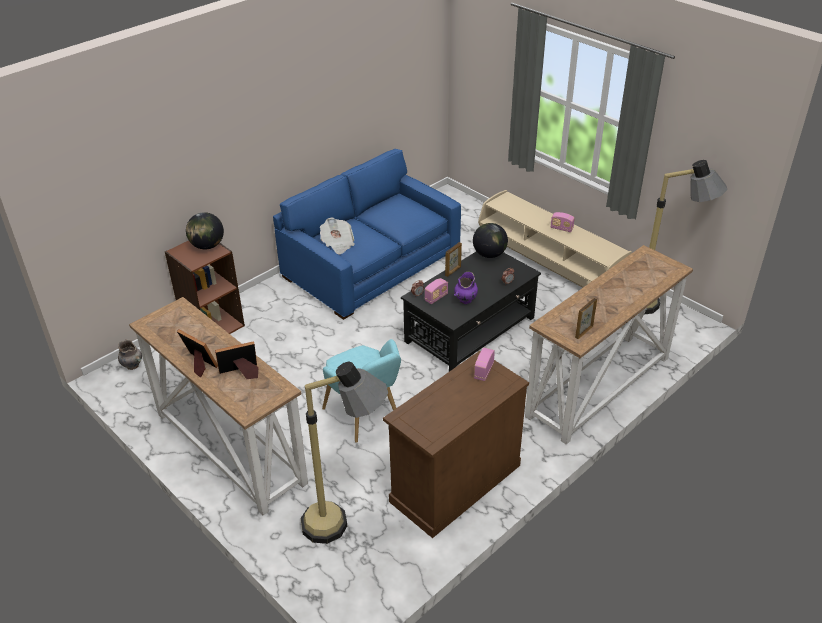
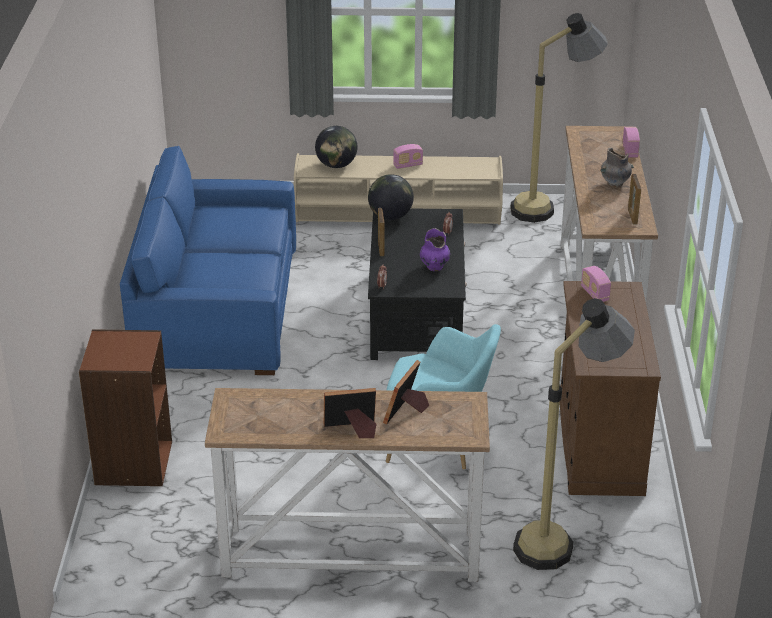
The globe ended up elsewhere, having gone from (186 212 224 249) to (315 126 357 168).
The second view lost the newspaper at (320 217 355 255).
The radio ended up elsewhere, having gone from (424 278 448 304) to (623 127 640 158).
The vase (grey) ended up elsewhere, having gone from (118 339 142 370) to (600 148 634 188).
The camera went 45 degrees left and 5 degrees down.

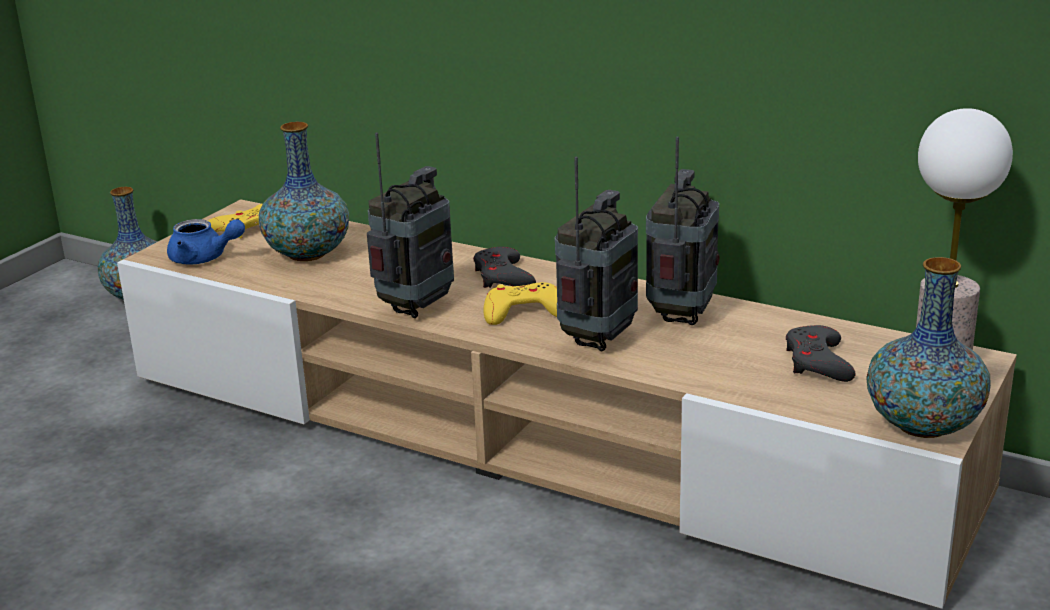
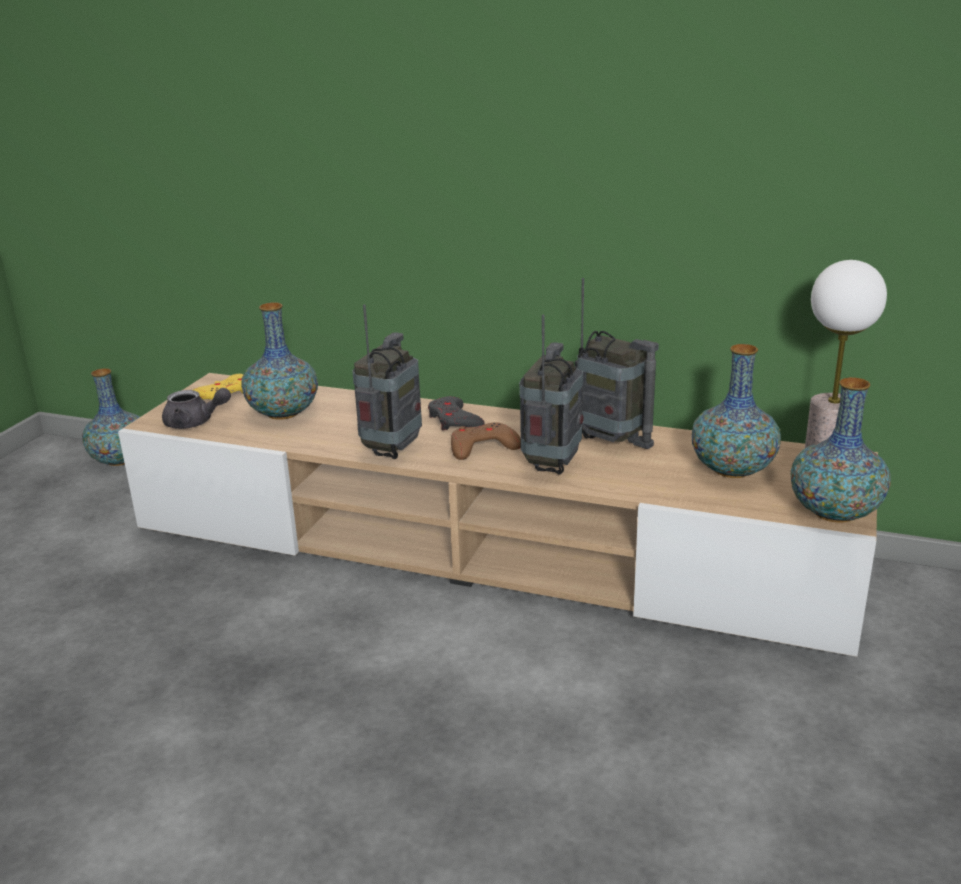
The radio at (646 136 719 325) ended up facing another way, 120 degrees clockwise from before.
What was the teapot (blue) at (167 219 245 265) turned into the teapot (grey) at (162 388 231 429).
What was the game controller (yellow) at (483 282 557 325) turned into the game controller (brown) at (451 422 521 460).
Where the game controller (grey) stood at (786 325 855 382), the vase came to stand at (691 344 781 478).
The camera went 10 degrees left and 0 degrees up.

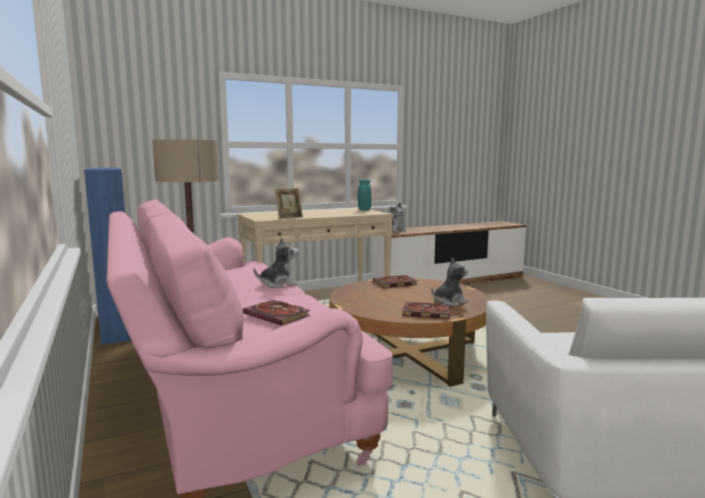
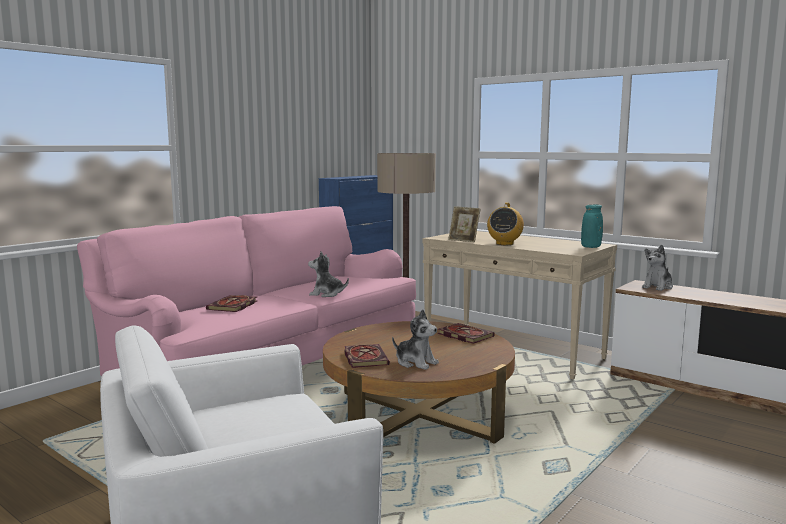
The plush toy at (254 237 299 288) ended up facing another way, 150 degrees clockwise from before.
The second view gained the radio at (487 203 524 245).
The camera went 65 degrees right and 0 degrees up.

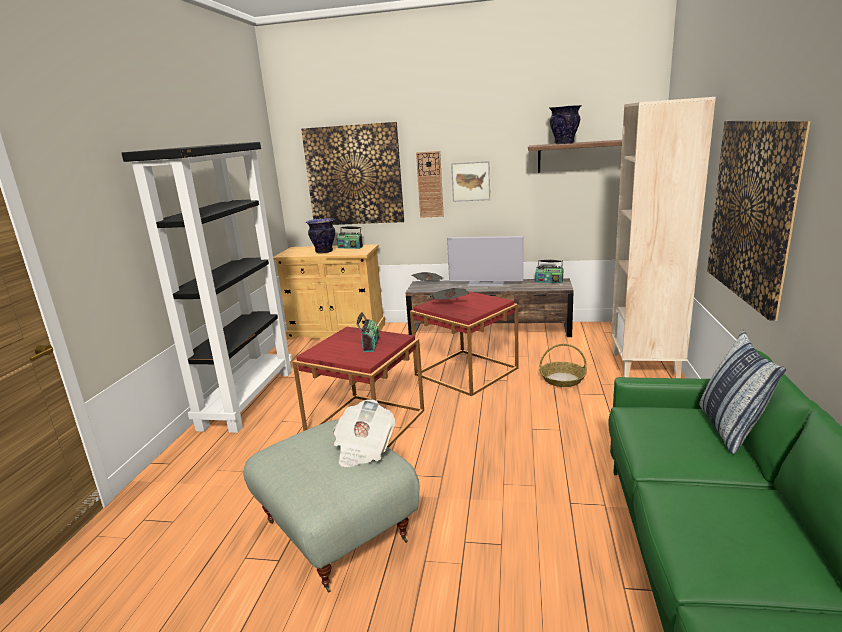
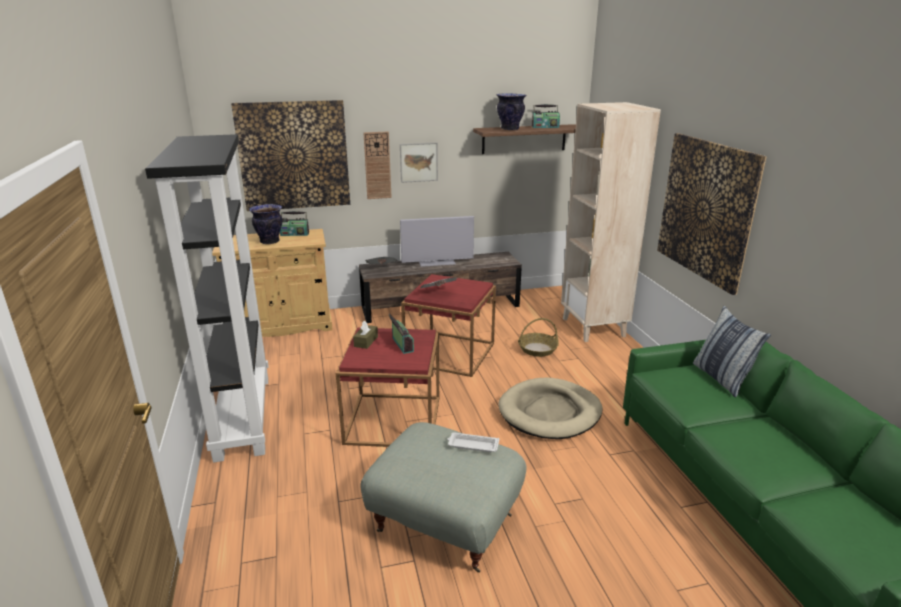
The radio ended up elsewhere, having gone from (536 260 563 283) to (532 104 560 128).
Where the newspaper stood at (334 399 395 467), the tray (white) came to stand at (447 432 499 452).
The second view gained the tissue box (brown) at (353 321 378 349).
The second view gained the dog bed (beige) at (498 378 603 439).
The camera went 25 degrees left and 5 degrees up.

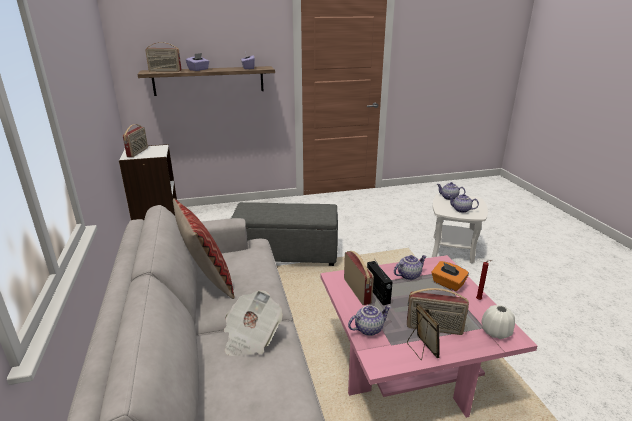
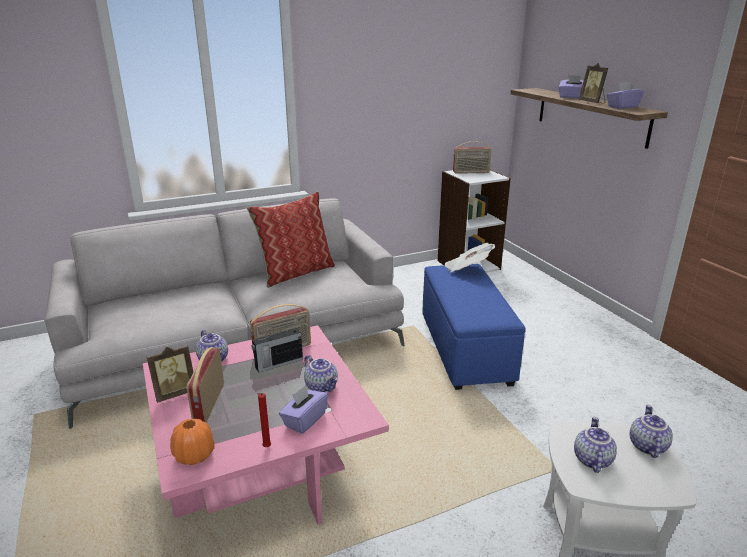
The second view lost the radio at (145 42 182 72).
What was the ottoman (grey) at (231 202 338 266) turned into the ottoman (blue) at (422 264 526 390).
What was the tissue box (orange) at (431 261 469 291) turned into the tissue box (purple) at (279 385 328 434).
The newspaper ended up elsewhere, having gone from (224 290 283 356) to (444 243 495 272).
What was the vase (white) at (482 305 515 339) turned into the vase (orange) at (170 419 215 465).
The second view gained the picture frame at (579 63 608 104).
The camera went 80 degrees right and 0 degrees up.

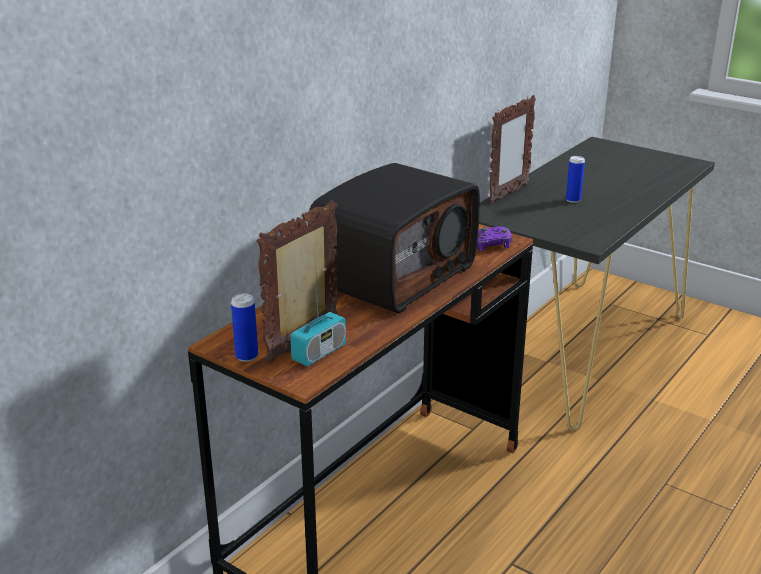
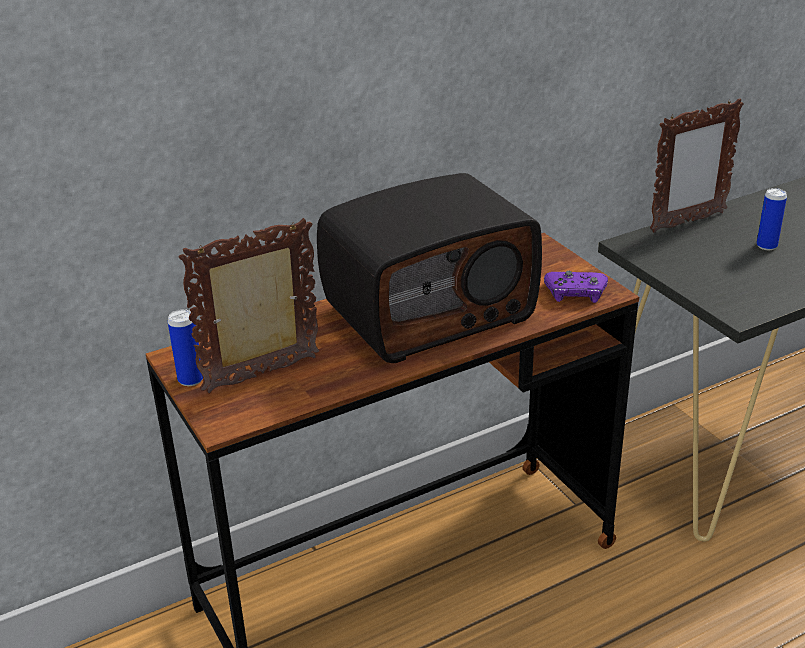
The second view lost the radio at (290 275 346 367).
The camera went 25 degrees right and 5 degrees up.

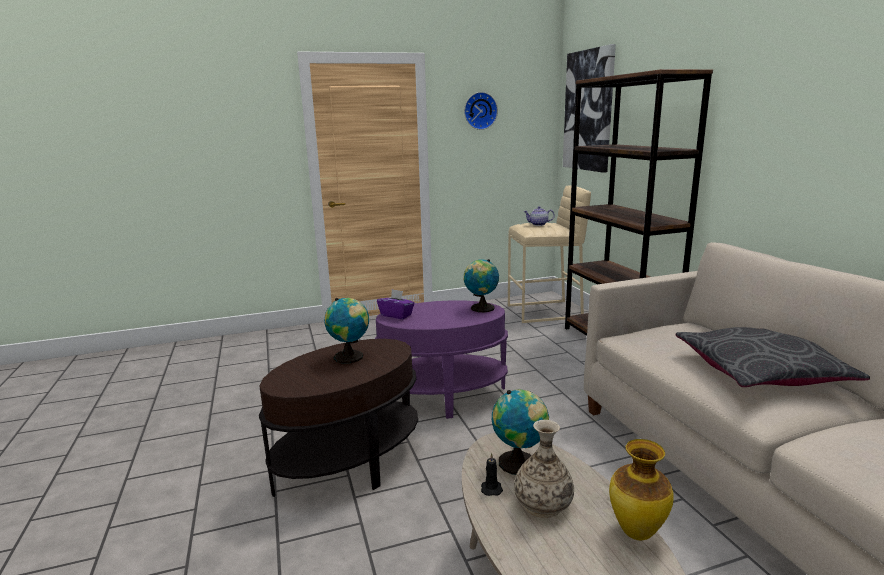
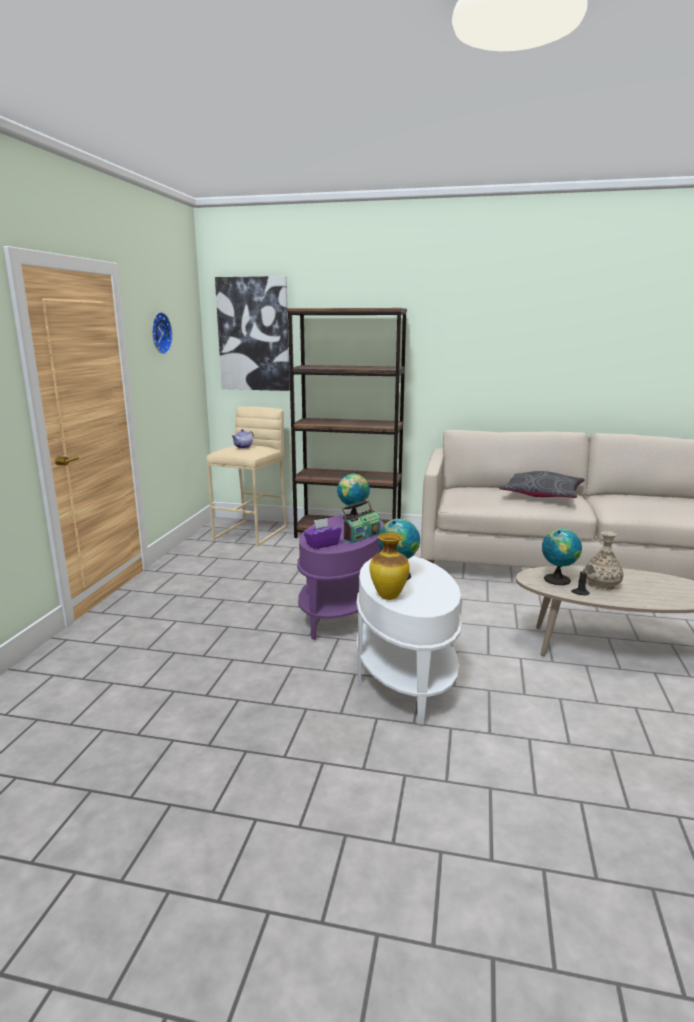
What was the side table (brown) at (259 339 418 497) turned into the side table (white) at (356 556 462 725).
The vase ended up elsewhere, having gone from (609 439 674 540) to (370 532 410 600).
The second view gained the radio at (342 500 381 543).
The camera went 60 degrees left and 0 degrees up.

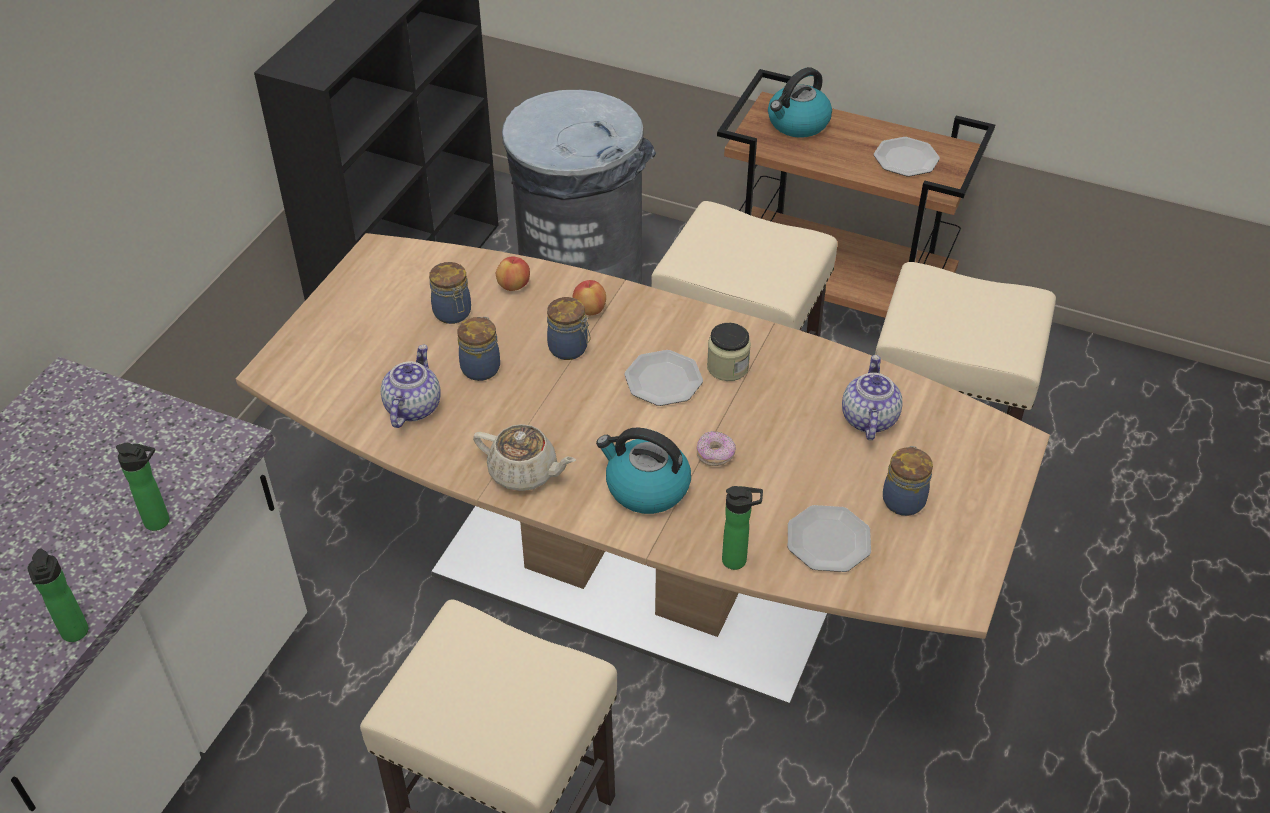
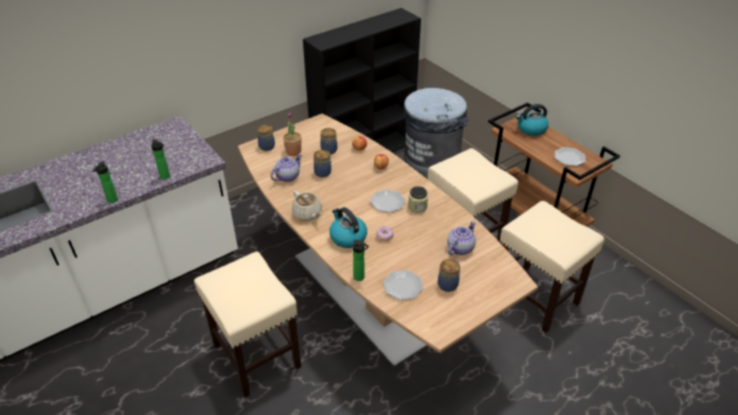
The jar ended up elsewhere, having gone from (547 297 591 360) to (257 125 275 151).
The second view gained the potted plant at (283 112 302 156).
The camera went 30 degrees right and 5 degrees down.

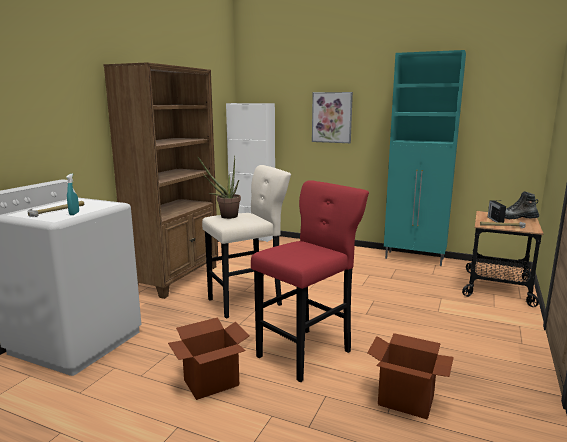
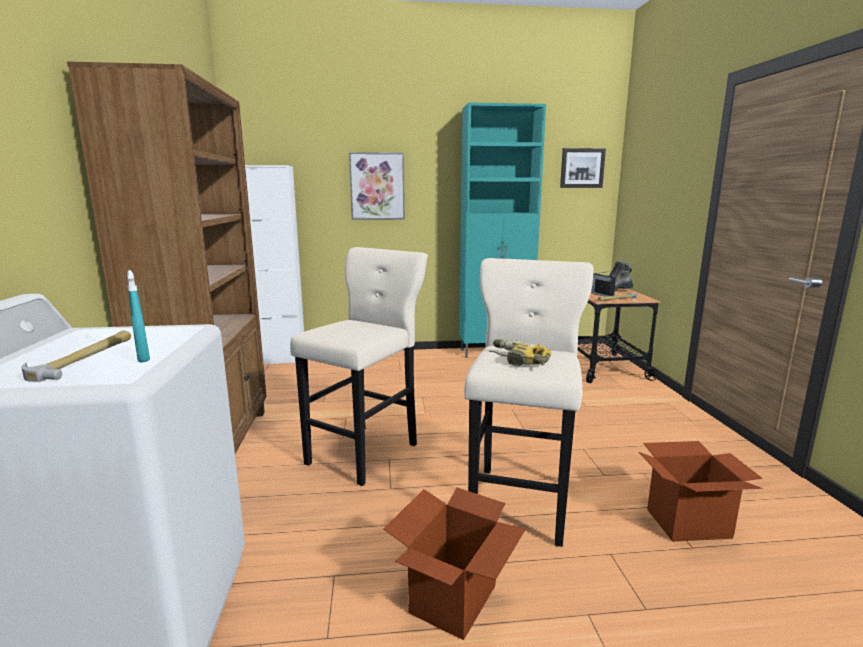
The second view lost the potted plant at (197 156 241 219).
What was the stool (red) at (251 180 369 382) turned into the stool (beige) at (464 258 593 547).
The second view gained the picture at (560 148 606 188).
The second view gained the power drill at (489 339 551 366).
The camera went 30 degrees left and 0 degrees up.

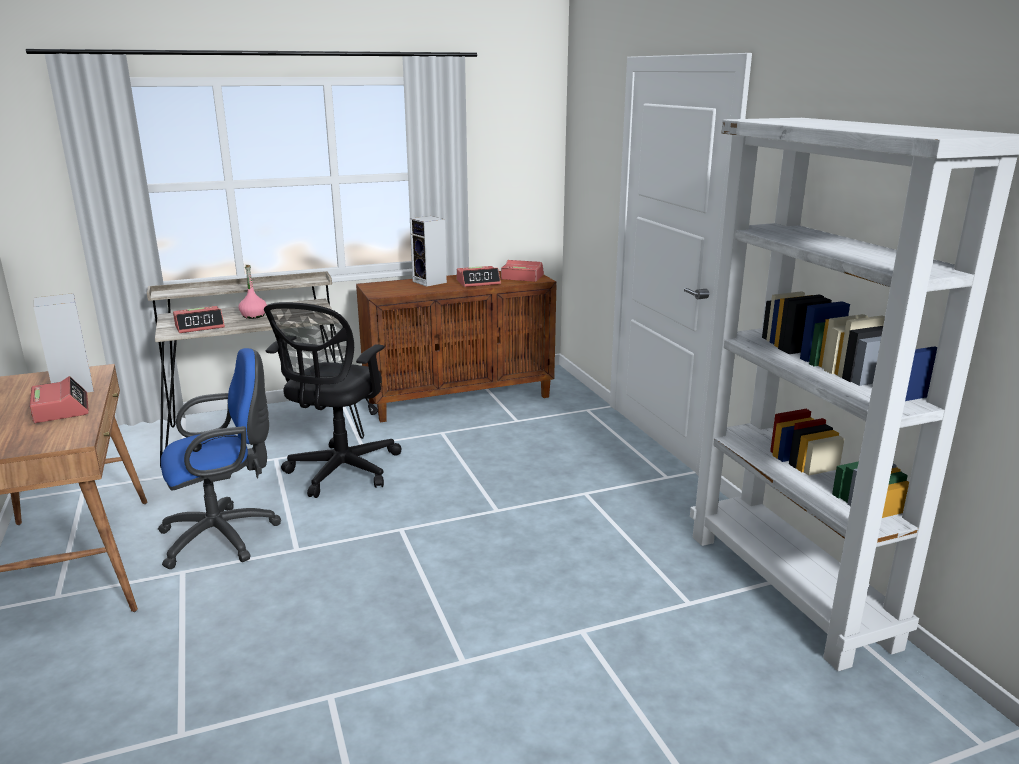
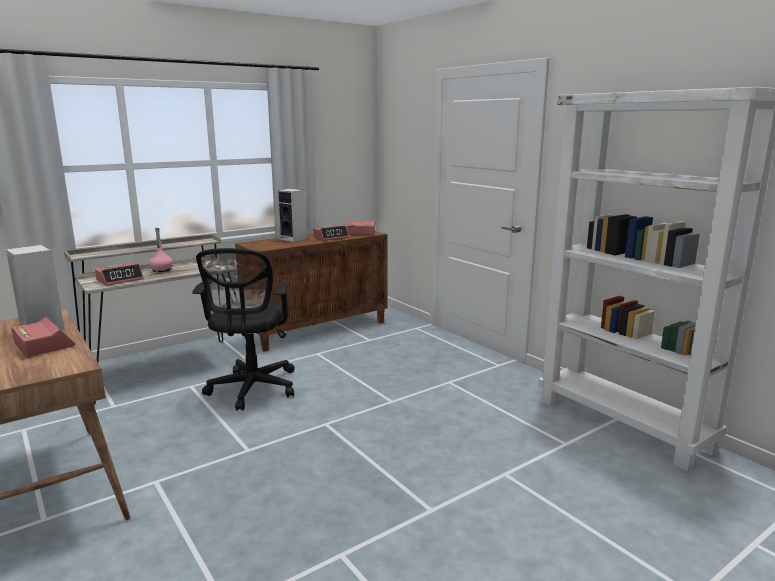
The second view lost the office chair (blue) at (158 348 281 569).
The camera went 15 degrees left and 5 degrees down.

